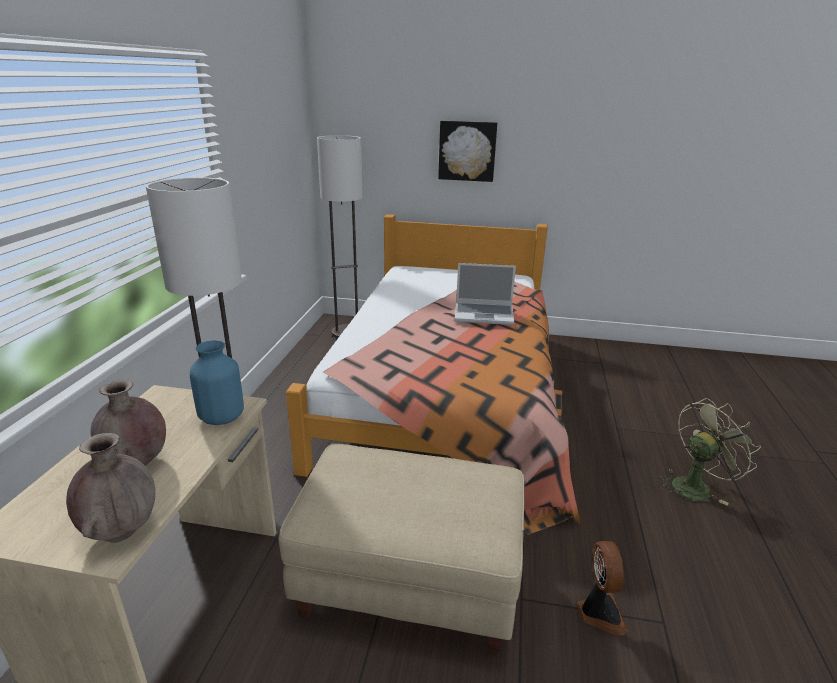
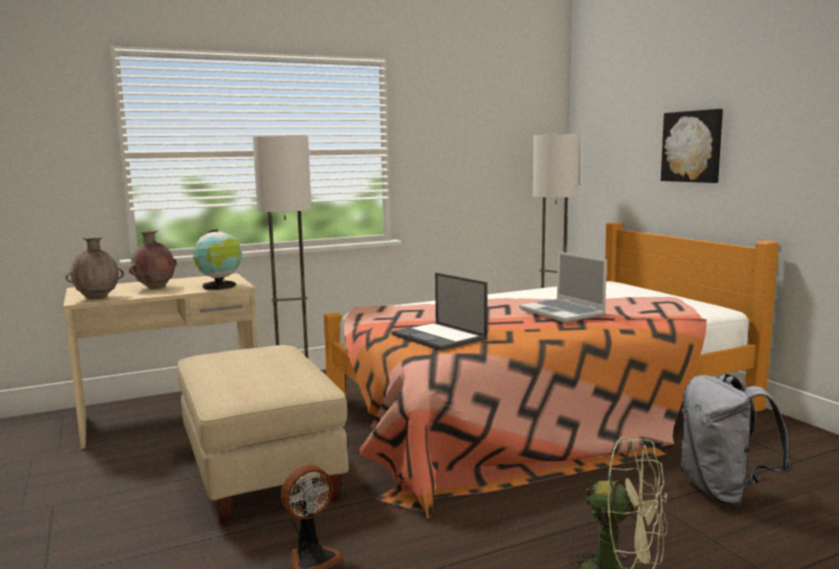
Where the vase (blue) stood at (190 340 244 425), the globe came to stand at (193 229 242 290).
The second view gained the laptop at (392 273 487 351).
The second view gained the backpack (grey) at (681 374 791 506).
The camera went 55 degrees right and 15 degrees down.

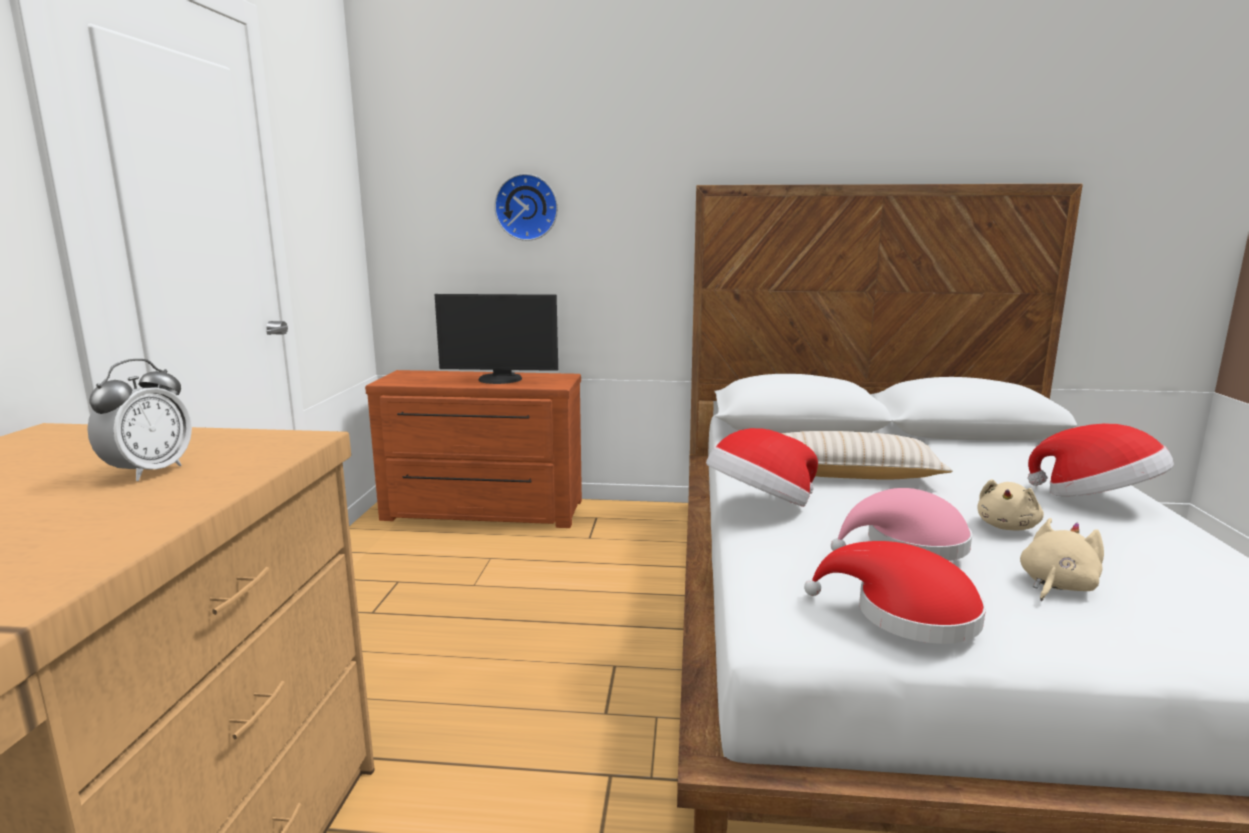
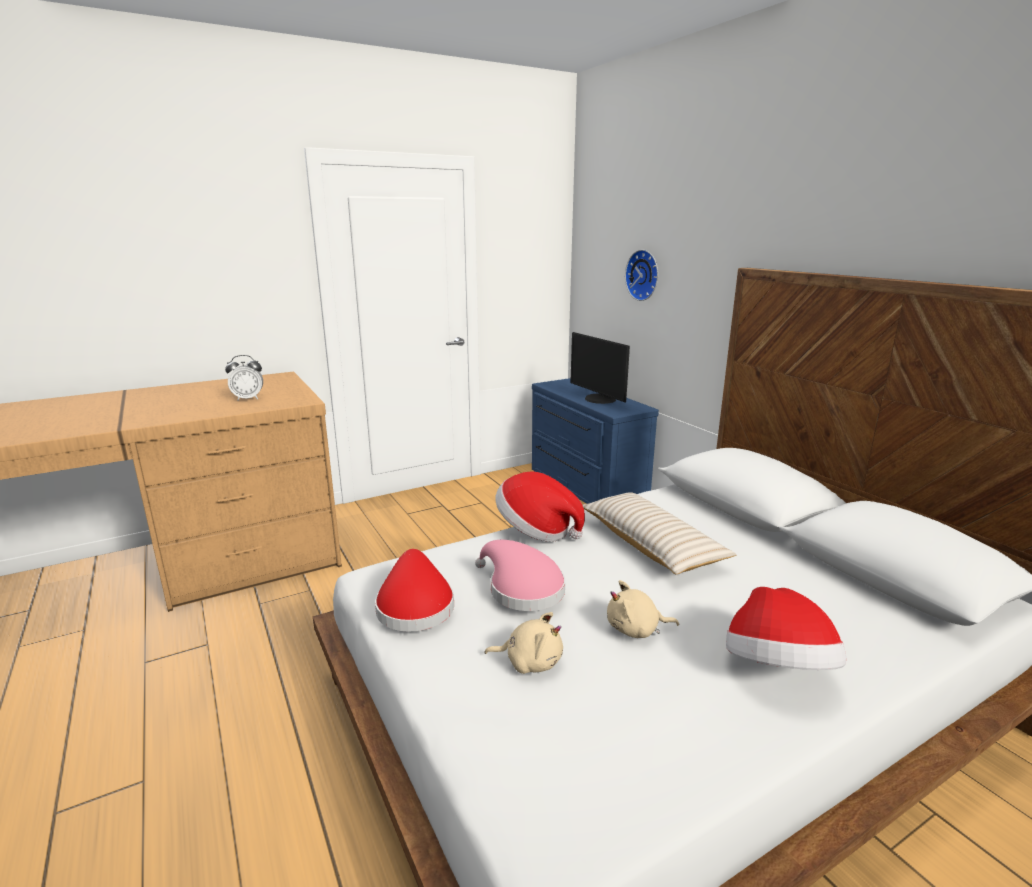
What was the dresser (brown) at (365 370 582 528) turned into the dresser (blue) at (532 378 659 504).
The camera went 55 degrees right and 5 degrees up.

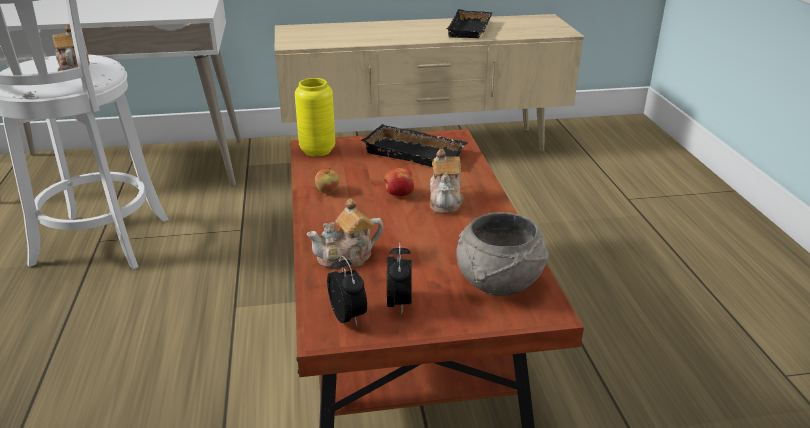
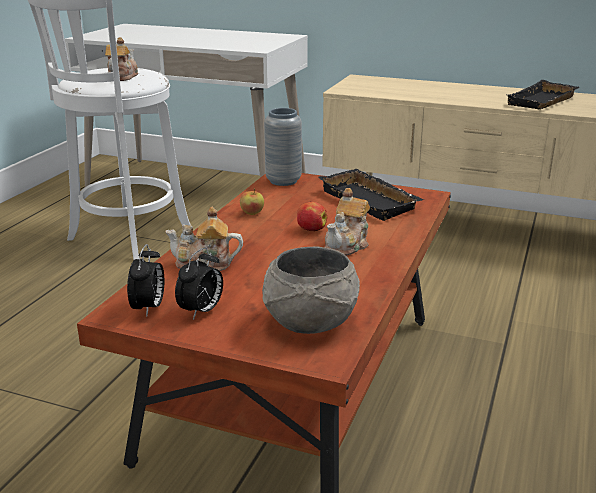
What was the vase (yellow) at (295 78 335 157) turned into the vase (grey) at (264 108 302 186).
The camera went 30 degrees right and 5 degrees down.

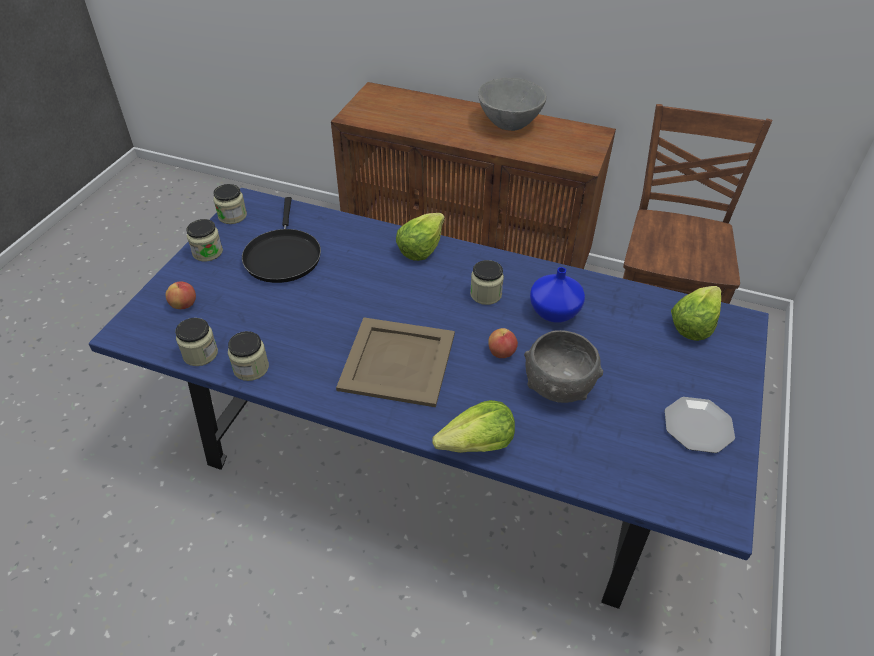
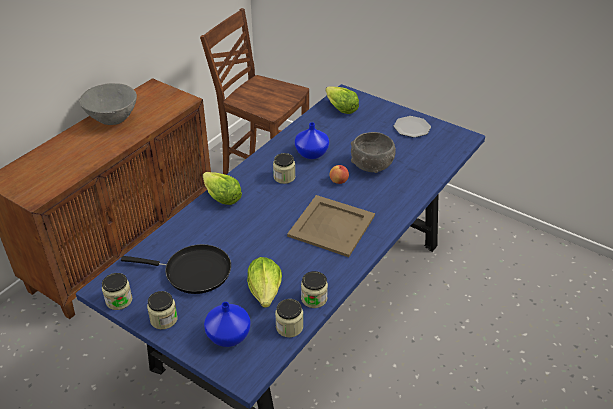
Where the apple stood at (166 281 196 309), the vase (blue) came to stand at (204 302 251 347).
The lettuce ended up elsewhere, having gone from (432 400 515 453) to (247 257 282 308).
The camera went 75 degrees left and 5 degrees down.

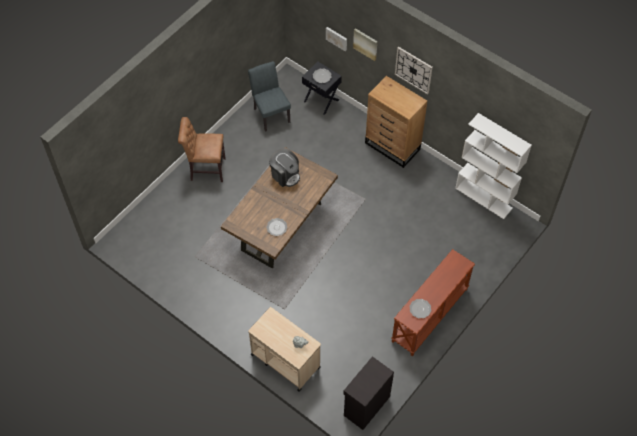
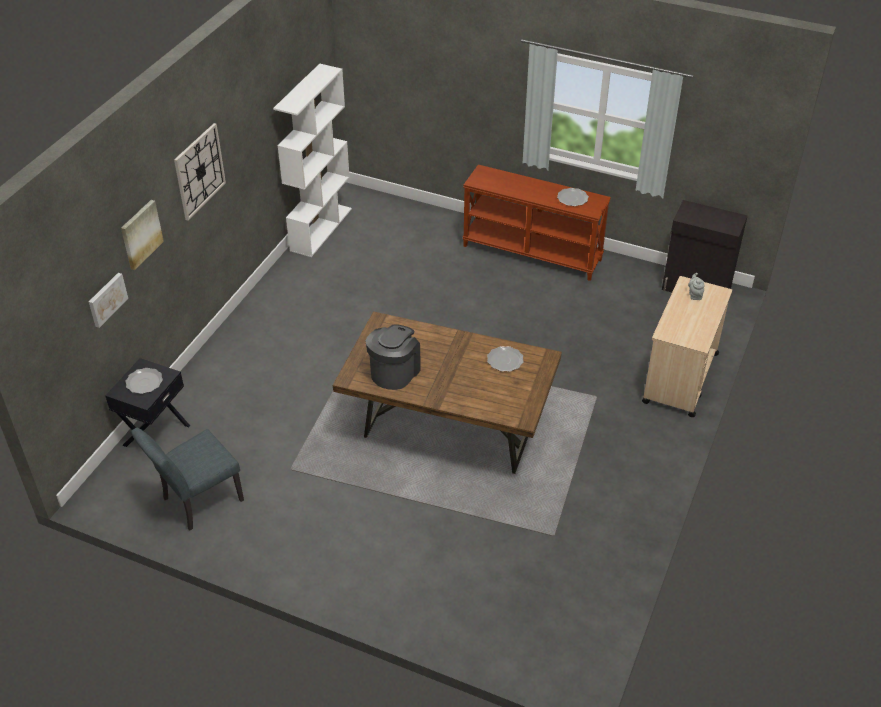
The second view lost the dresser (brown) at (365 76 427 168).
The second view lost the chair (brown) at (178 117 226 182).
The camera went 105 degrees left and 15 degrees down.

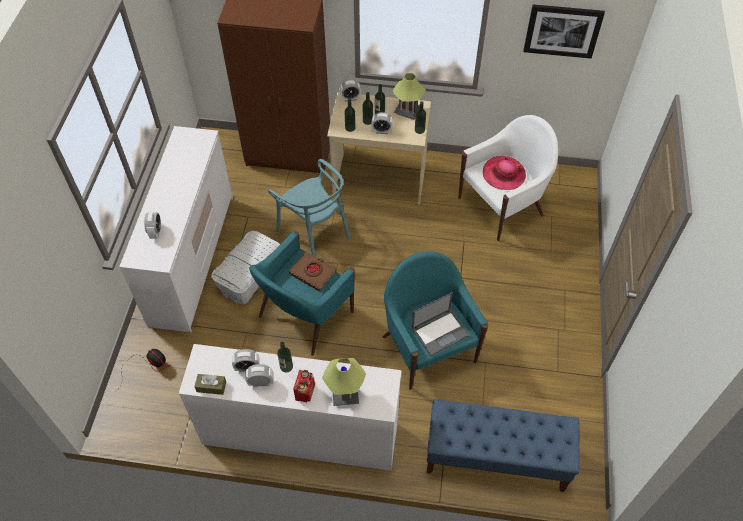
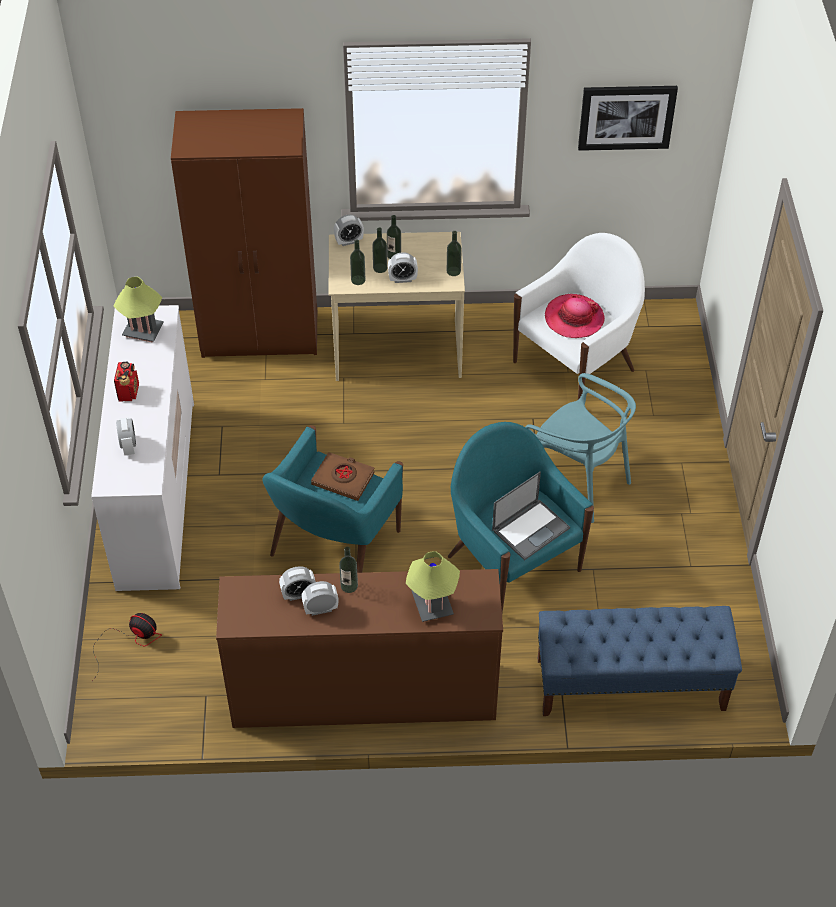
The table lamp ended up elsewhere, having gone from (393 73 426 120) to (114 277 164 343).
The chair (turquoise) ended up elsewhere, having gone from (268 159 351 257) to (526 373 636 523).
The second view lost the storage box (white) at (211 231 280 305).
What was the dresser (white) at (179 344 402 471) turned into the dresser (brown) at (216 569 503 728).
The radio ended up elsewhere, having gone from (293 370 315 402) to (114 361 139 402).
The second view lost the tissue box (brown) at (194 374 226 395).
The camera went 10 degrees left and 5 degrees down.

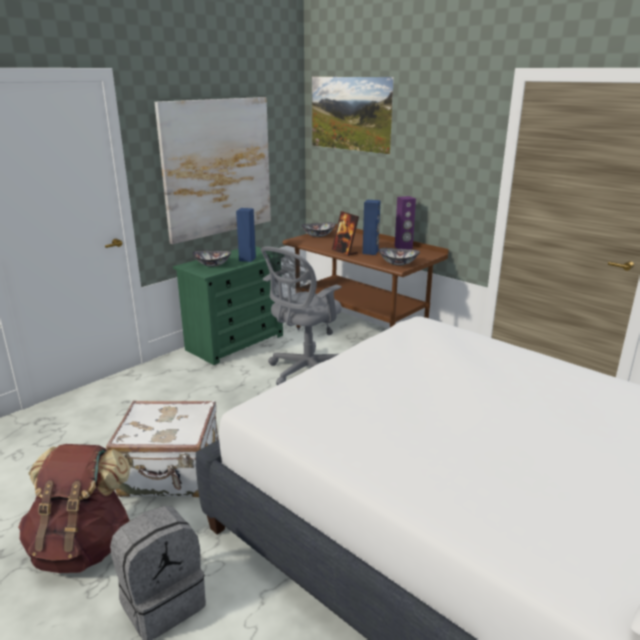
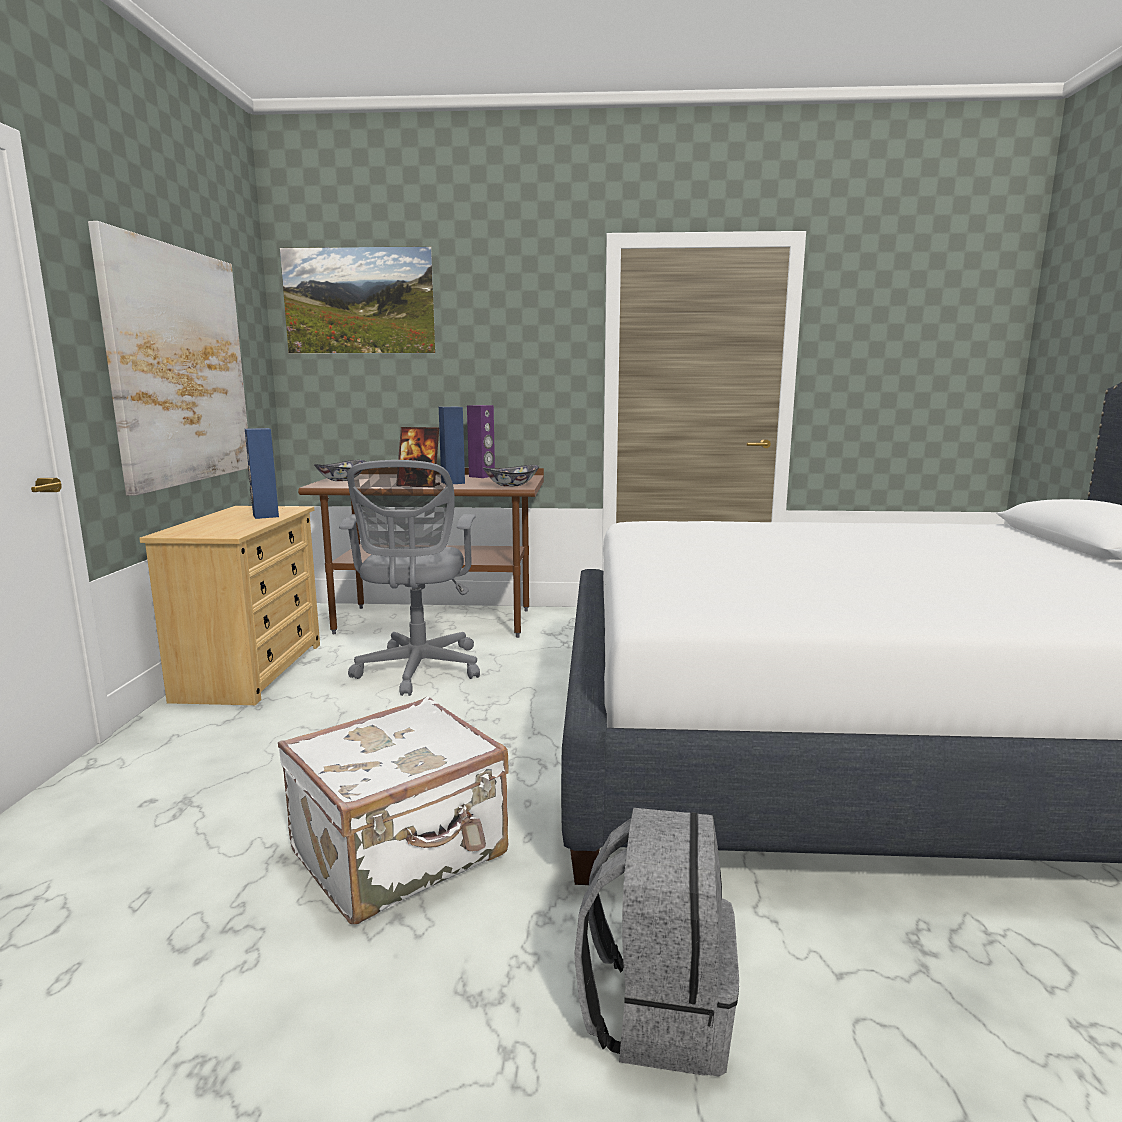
What was the dresser (green) at (173 246 283 365) turned into the dresser (beige) at (139 506 320 705).
The second view lost the bowl at (192 250 231 267).
The second view lost the backpack (brown) at (18 444 130 573).
The camera went 40 degrees left and 10 degrees down.

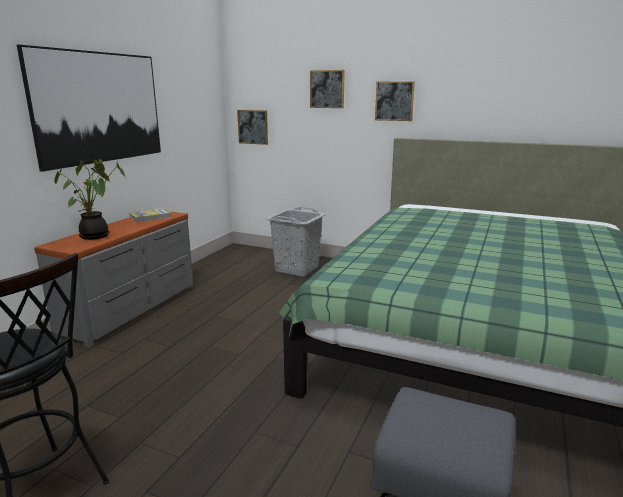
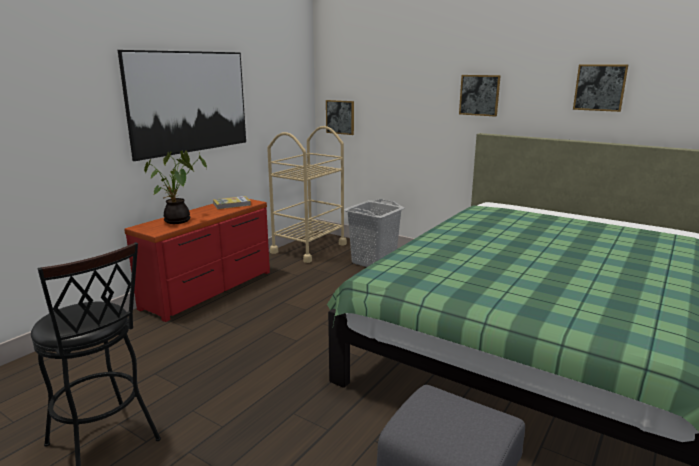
The picture ended up elsewhere, having gone from (310 70 345 108) to (573 65 628 112).
What was the dresser (grey) at (34 211 194 347) turned into the dresser (red) at (124 199 270 322).
The second view gained the cart (beige) at (267 126 347 263).
The camera went 10 degrees right and 0 degrees up.

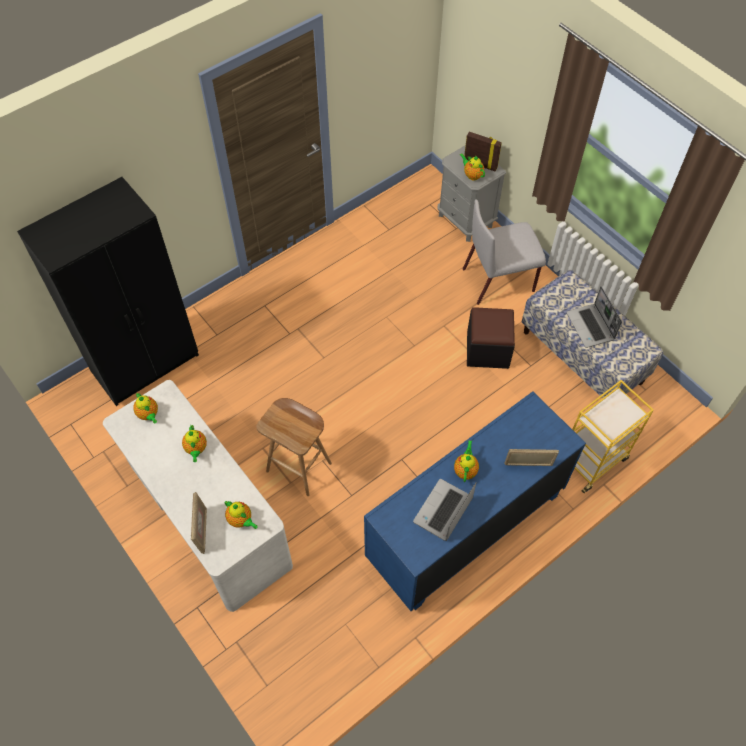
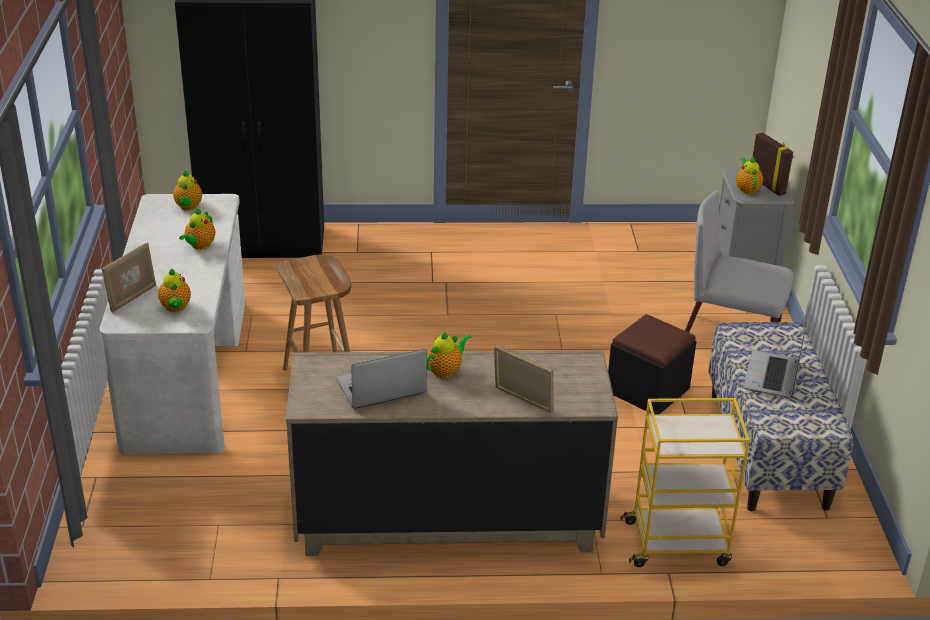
What was the dresser (blue) at (364 391 586 611) turned into the dresser (beige) at (286 351 618 556).
The camera went 35 degrees right and 25 degrees down.

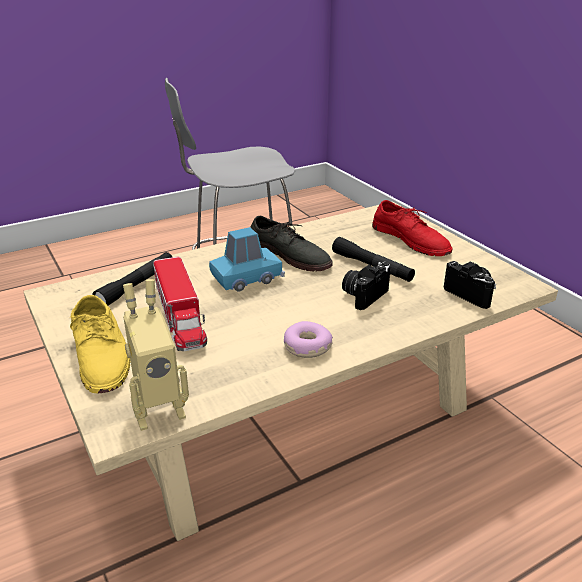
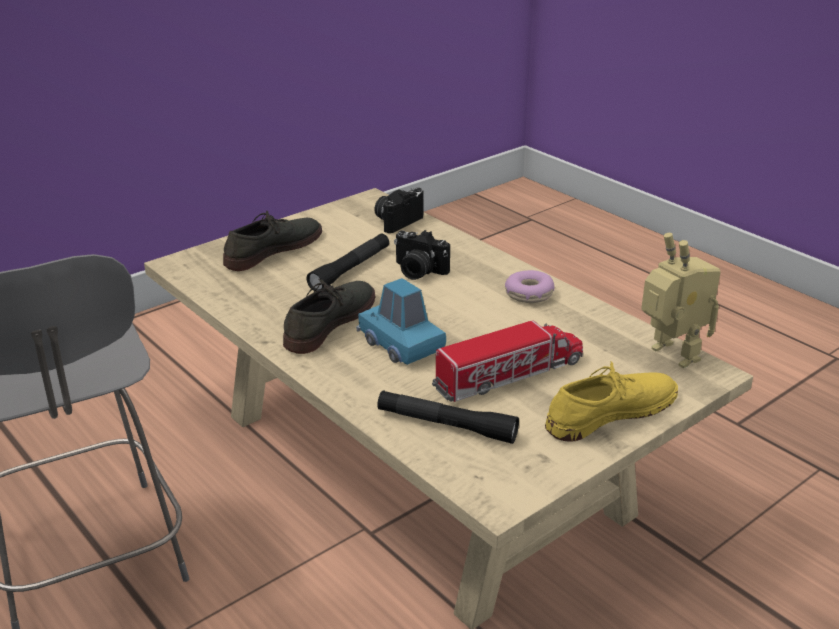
What was the shoe (red) at (372 200 452 256) turned into the shoe (grey) at (223 211 322 271).
The camera went 100 degrees left and 0 degrees up.

